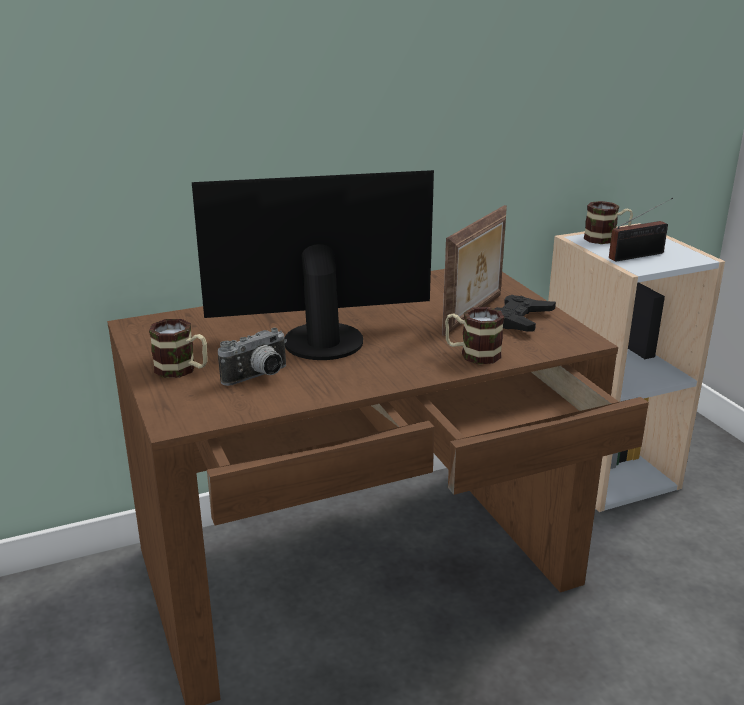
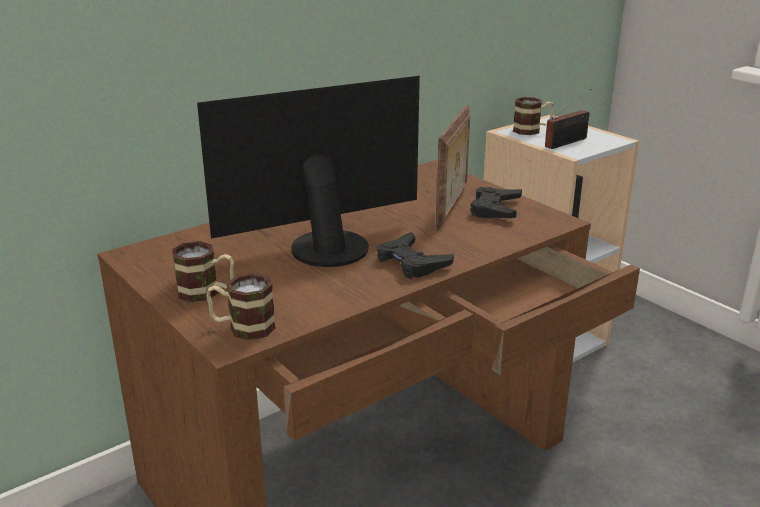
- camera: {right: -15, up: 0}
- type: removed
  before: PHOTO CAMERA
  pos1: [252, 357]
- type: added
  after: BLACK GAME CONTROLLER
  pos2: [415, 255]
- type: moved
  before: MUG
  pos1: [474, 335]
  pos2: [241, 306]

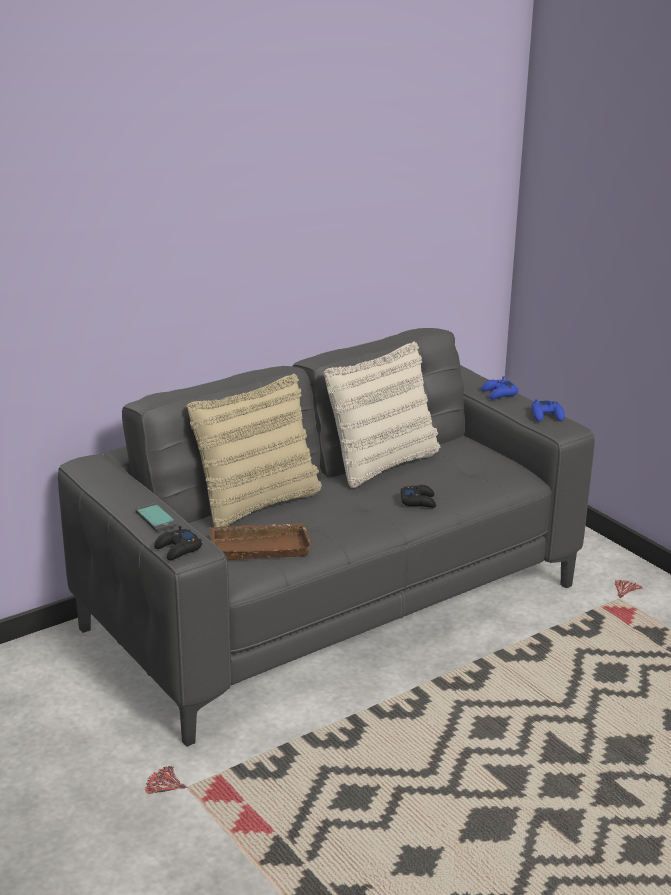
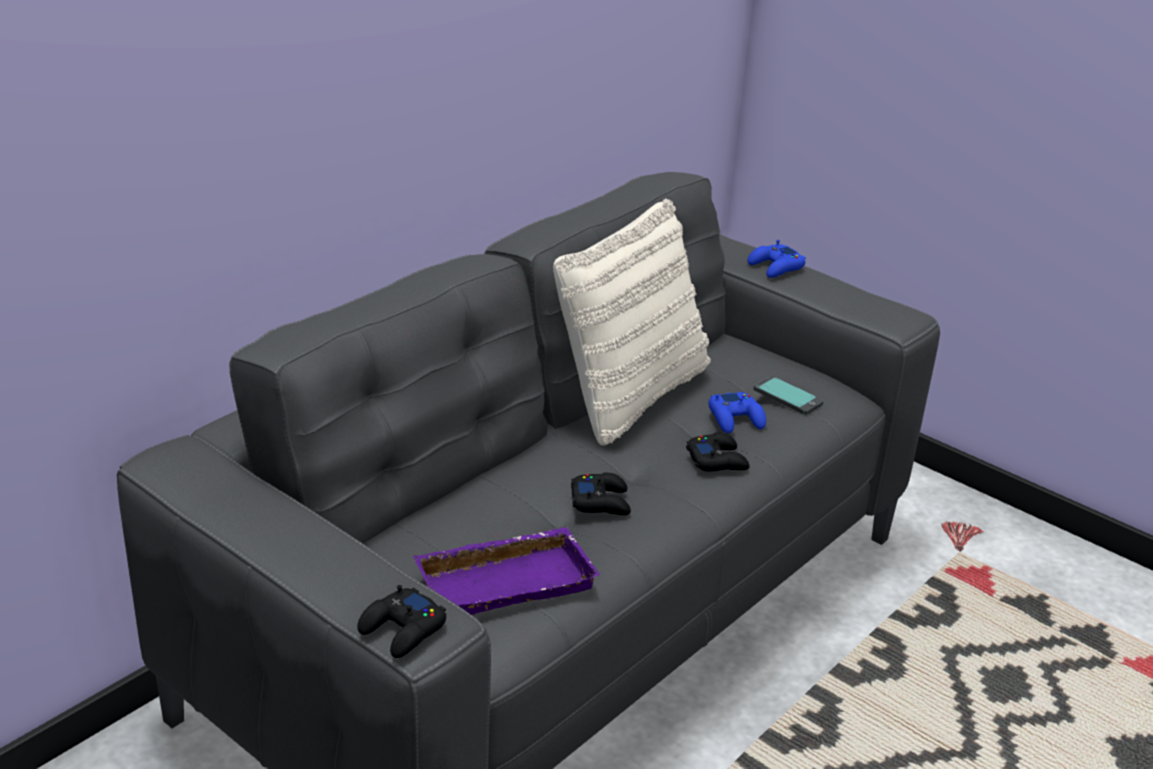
- camera: {right: -15, up: 5}
- type: removed
  before: BEIGE PILLOW
  pos1: [254, 450]
- type: added
  after: BLACK GAME CONTROLLER
  pos2: [601, 493]
- type: moved
  before: PHONE
  pos1: [156, 517]
  pos2: [788, 395]
- type: moved
  before: BLUE GAME CONTROLLER
  pos1: [548, 410]
  pos2: [737, 412]
- type: recoloured
  before: BROWN TRAY
  after: PURPLE TRAY
  pos1: [260, 541]
  pos2: [506, 571]

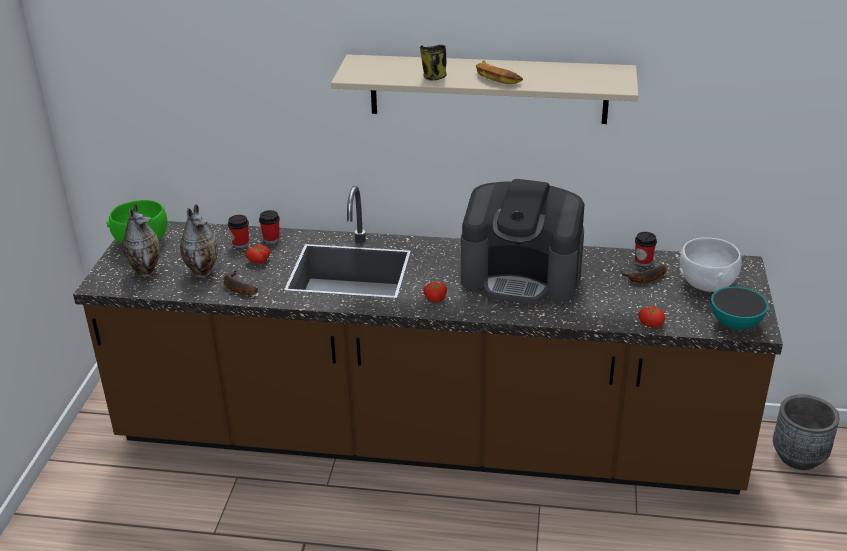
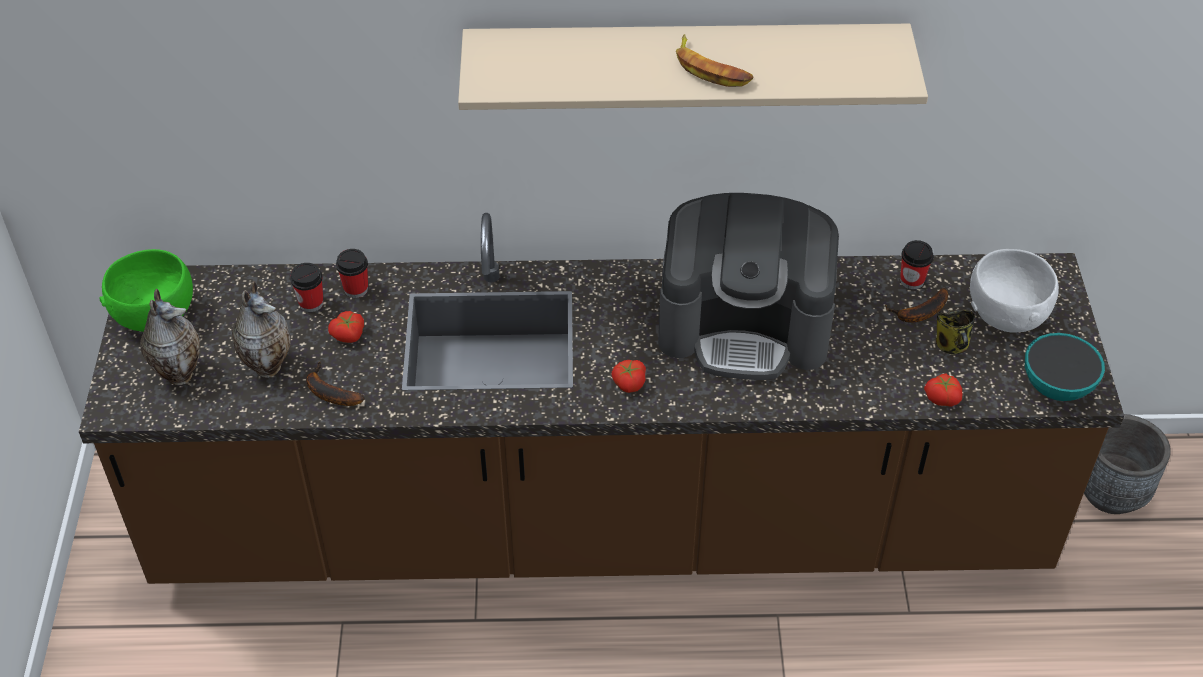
- camera: {right: -10, up: 15}
- type: moved
  before: MUG
  pos1: [433, 62]
  pos2: [955, 331]

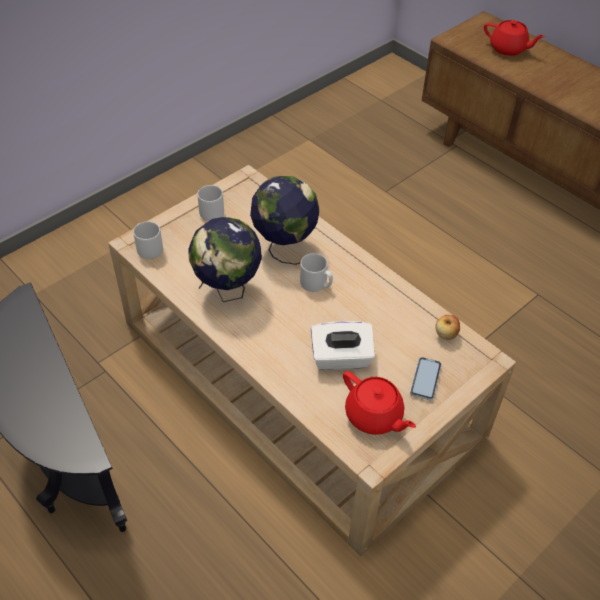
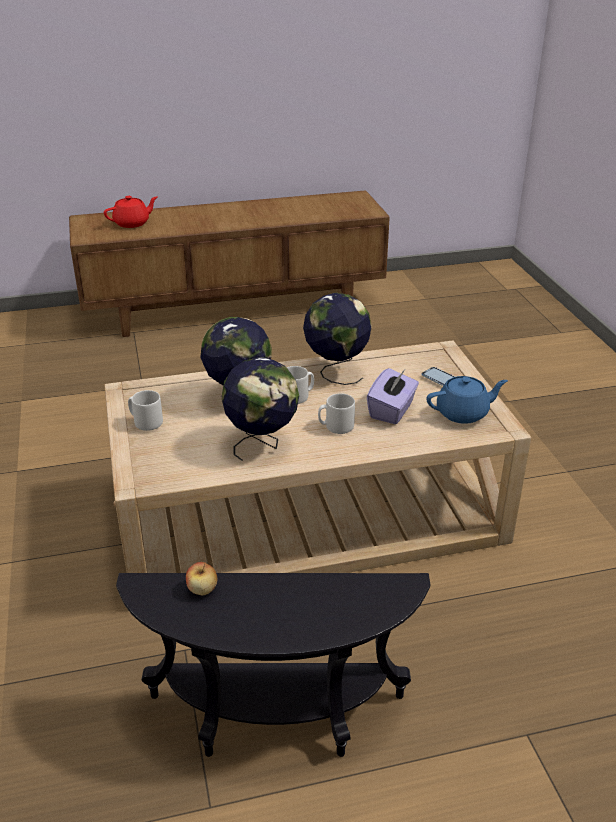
- camera: {right: -60, up: -15}
- type: added
  after: GLOBE
  pos2: [337, 339]
- type: moved
  before: GREY MUG
  pos1: [148, 240]
  pos2: [336, 413]
- type: moved
  before: APPLE
  pos1: [447, 327]
  pos2: [201, 579]
- type: recoloured
  before: WHITE TISSUE BOX
  after: PURPLE TISSUE BOX
  pos1: [343, 345]
  pos2: [393, 396]
- type: recoloured
  before: RED TEAPOT
  after: BLUE TEAPOT
  pos1: [379, 403]
  pos2: [467, 400]

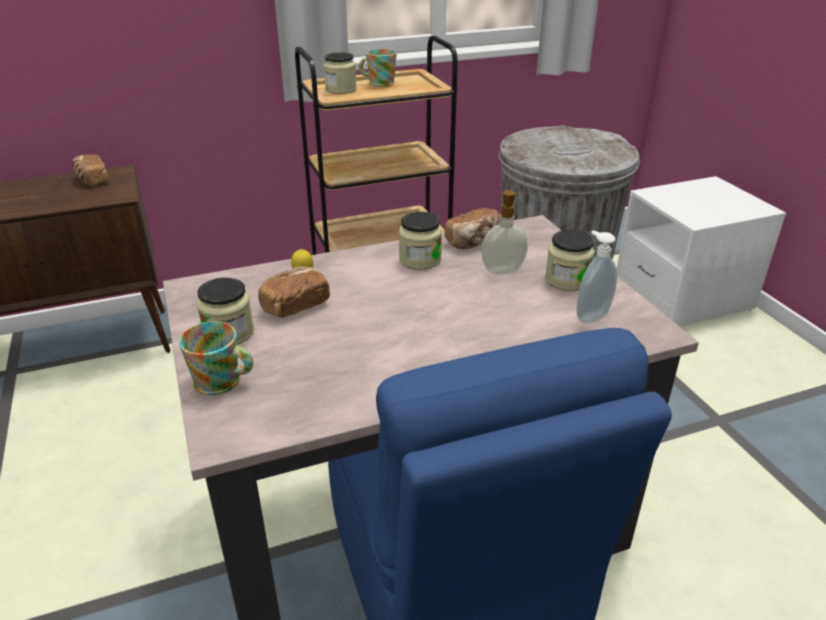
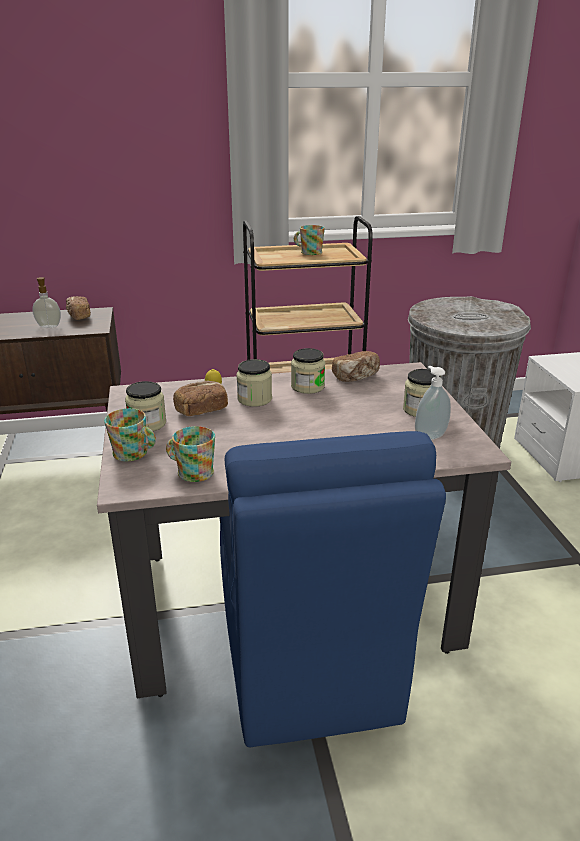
- camera: {right: 10, up: -5}
- type: added
  after: MUG
  pos2: [190, 454]
- type: moved
  before: JAR
  pos1: [340, 73]
  pos2: [254, 383]
- type: moved
  before: SOAP DISPENSER
  pos1: [504, 232]
  pos2: [46, 302]

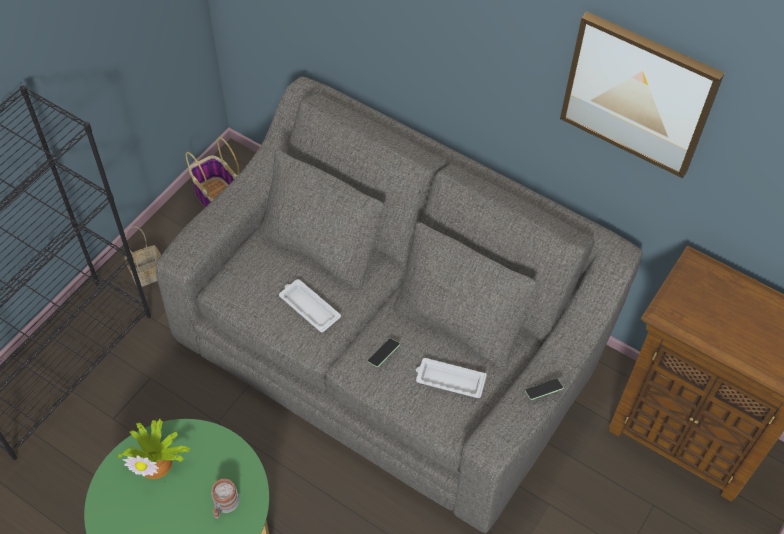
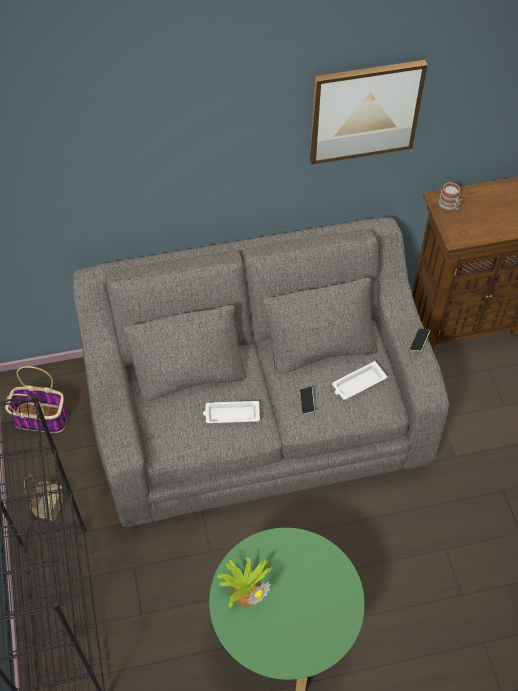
- camera: {right: -45, up: 0}
- type: moved
  before: MUG
  pos1: [225, 499]
  pos2: [450, 196]

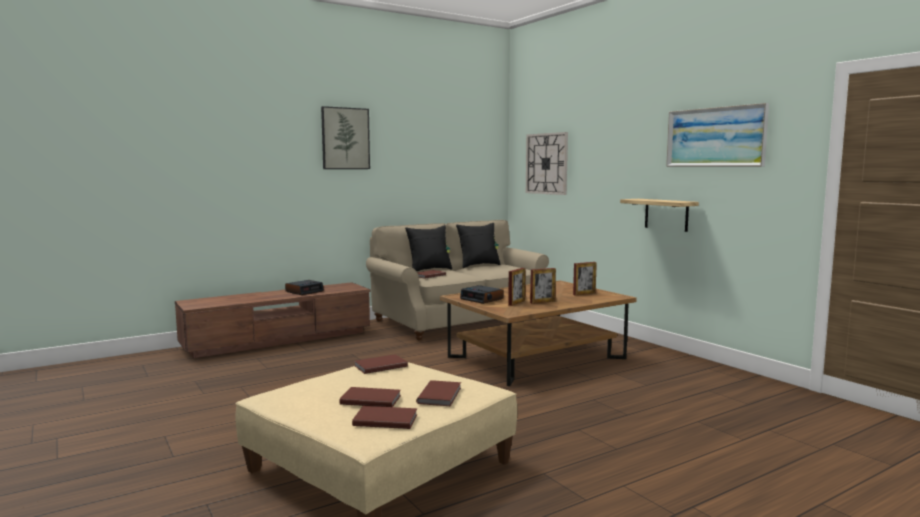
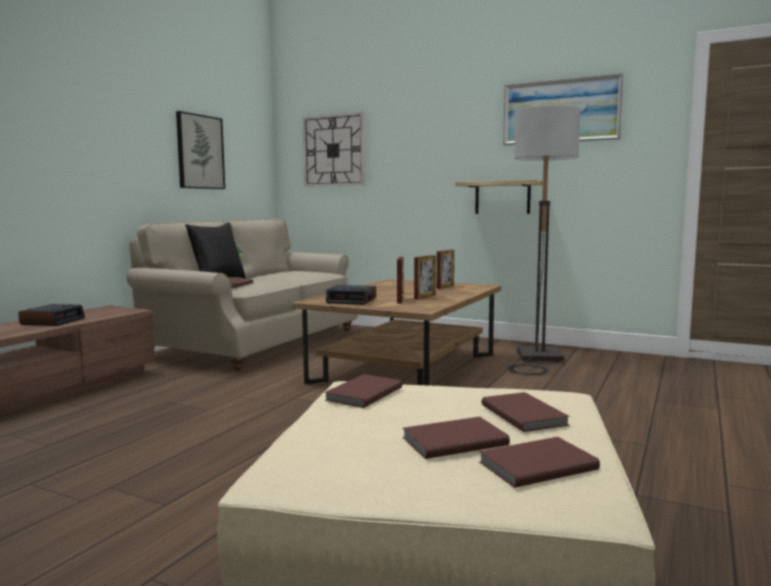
- camera: {right: -30, up: 0}
- type: removed
  before: BLACK PILLOW
  pos1: [478, 245]
- type: added
  after: FLOOR LAMP
  pos2: [543, 240]
- type: moved
  before: PICTURE
  pos1: [345, 137]
  pos2: [200, 150]

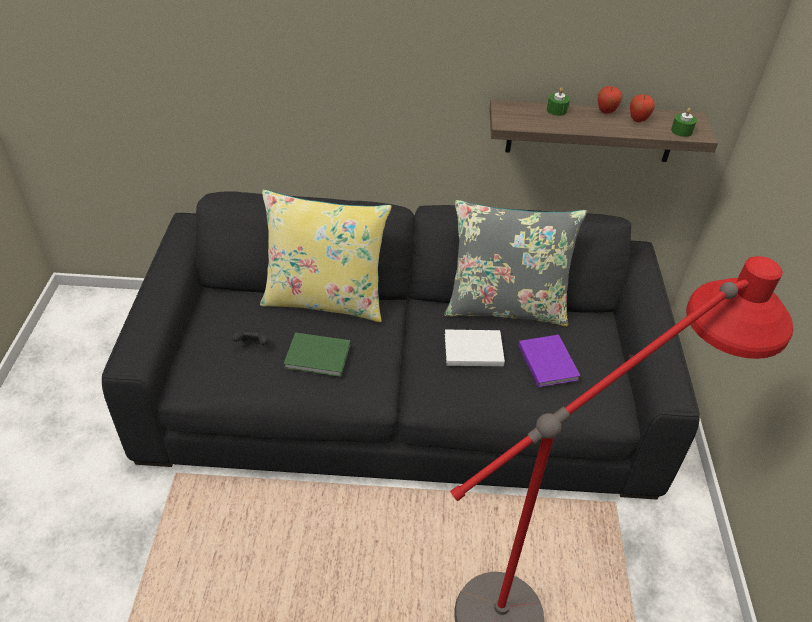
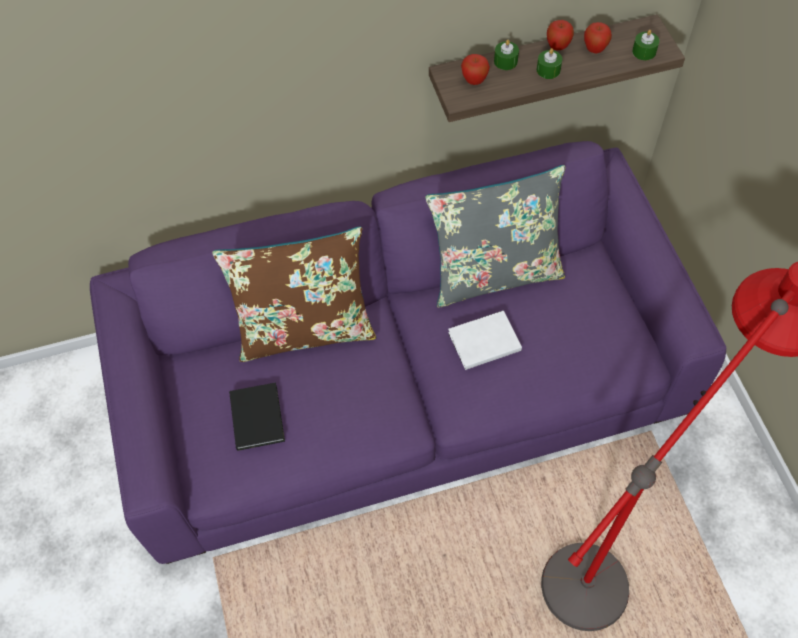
- camera: {right: -15, up: 15}
- type: removed
  before: GREEN BOOK
  pos1: [317, 354]
- type: removed
  before: PURPLE BOOK
  pos1: [549, 361]
- type: added
  after: APPLE
  pos2: [475, 69]
- type: added
  after: GREEN CANDLE
  pos2: [549, 63]
- type: replaced
  before: BLACK GAME CONTROLLER
  after: BLACK BOOK
  pos1: [250, 337]
  pos2: [257, 416]
- type: recoloured
  before: BLACK SOFA
  after: PURPLE SOFA
  pos1: [401, 346]
  pos2: [408, 352]
- type: recoloured
  before: YELLOW PILLOW
  after: BROWN PILLOW
  pos1: [326, 255]
  pos2: [294, 294]

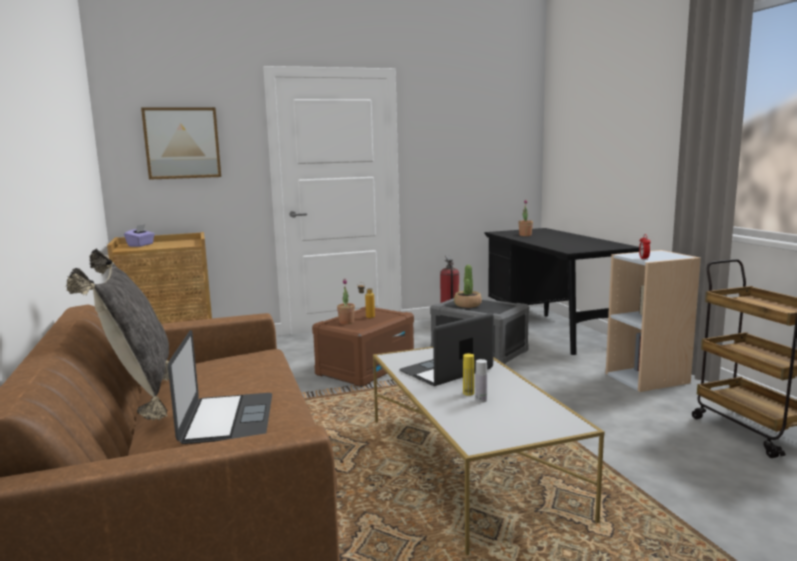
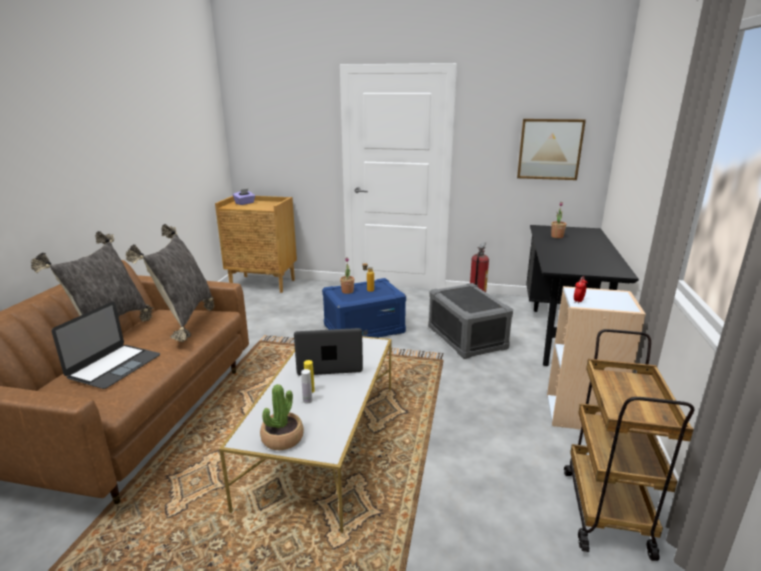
- camera: {right: 30, up: 10}
- type: added
  after: PILLOW
  pos2: [170, 283]
- type: moved
  before: PICTURE
  pos1: [181, 143]
  pos2: [551, 149]
- type: moved
  before: POTTED PLANT
  pos1: [468, 286]
  pos2: [282, 417]
- type: recoloured
  before: BROWN STORAGE BOX
  after: BLUE STORAGE BOX
  pos1: [363, 346]
  pos2: [364, 308]

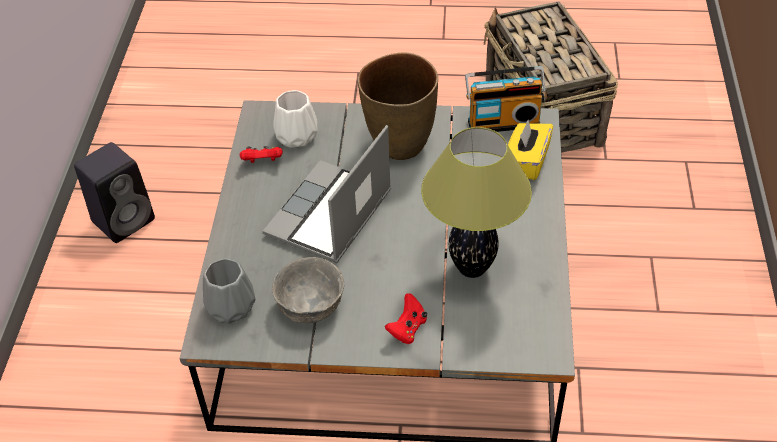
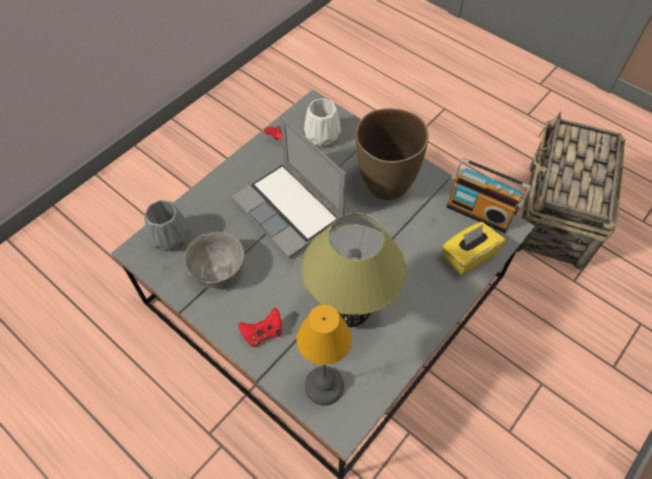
- camera: {right: 35, up: 10}
- type: removed
  before: BLACK SPEAKER
  pos1: [114, 192]
- type: added
  after: TABLE LAMP
  pos2: [324, 355]
- type: turned
  before: LAPTOP
  pos1: [327, 194]
  pos2: [289, 186]
  turn: -105

